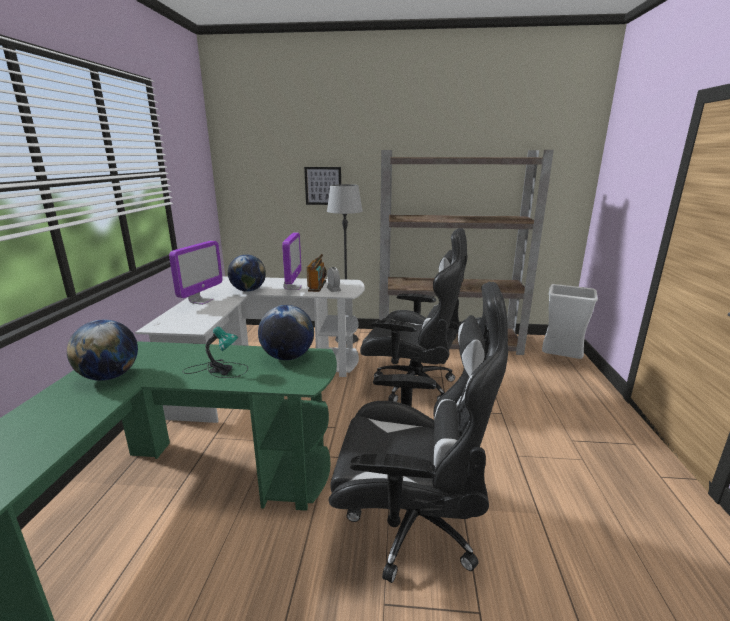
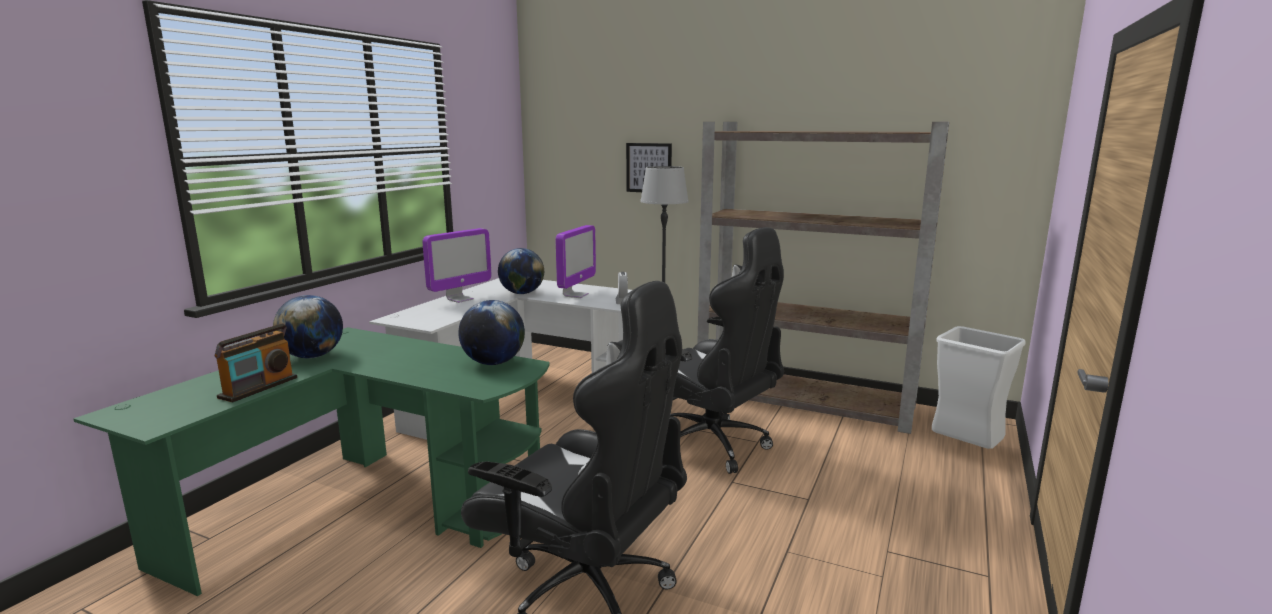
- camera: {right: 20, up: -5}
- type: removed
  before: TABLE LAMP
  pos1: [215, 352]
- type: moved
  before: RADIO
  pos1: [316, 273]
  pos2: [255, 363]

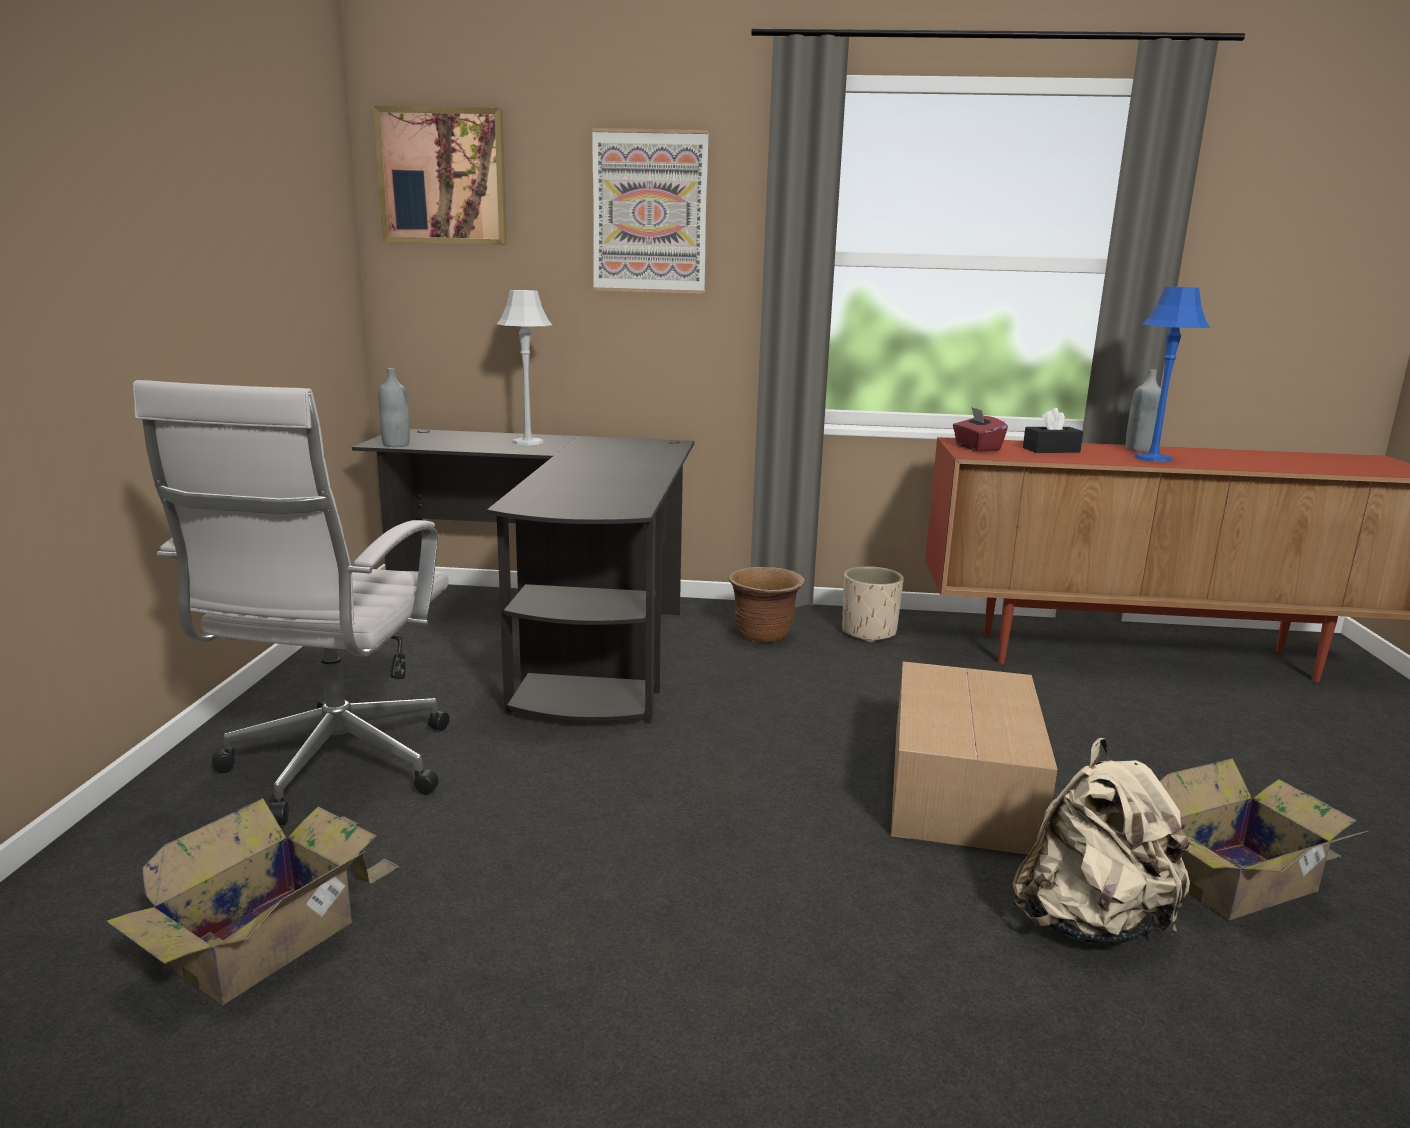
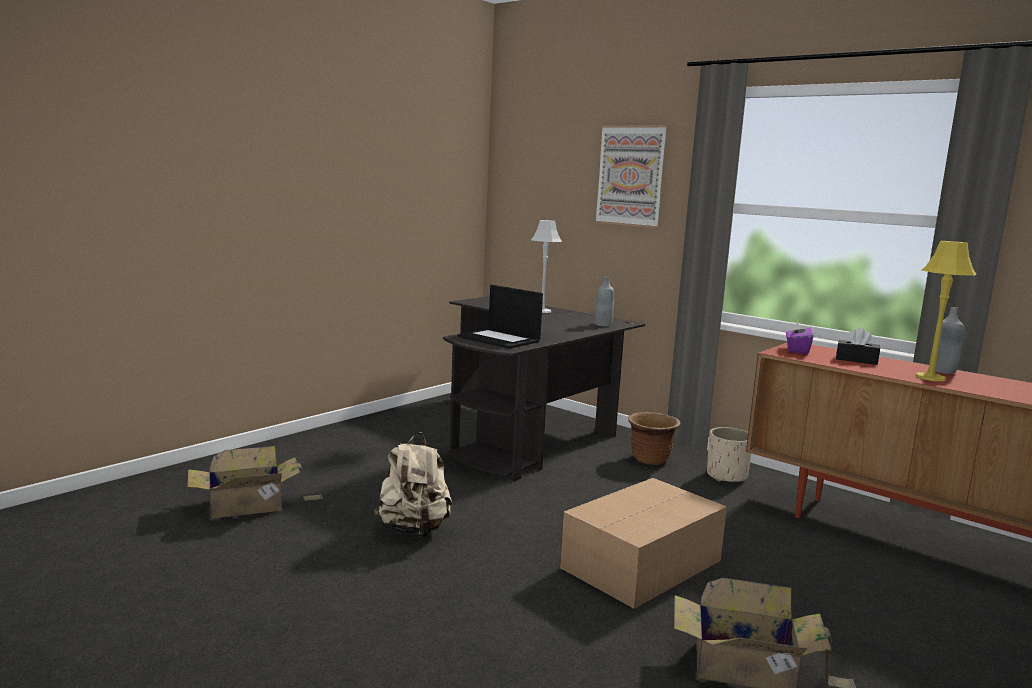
- camera: {right: 35, up: -5}
- type: removed
  before: WHITE OFFICE CHAIR
  pos1: [291, 602]
- type: removed
  before: PICTURE
  pos1: [440, 175]
- type: added
  after: LAPTOP
  pos2: [500, 317]
- type: moved
  before: GREY BOTTLE
  pos1: [394, 407]
  pos2: [604, 301]
- type: moved
  before: BEIGE BACKPACK
  pos1: [1103, 841]
  pos2: [412, 485]
- type: recoloured
  before: RED TISSUE BOX
  after: PURPLE TISSUE BOX
  pos1: [980, 429]
  pos2: [800, 337]
- type: recoloured
  before: BLUE TABLE LAMP
  after: YELLOW TABLE LAMP
  pos1: [1172, 374]
  pos2: [945, 311]

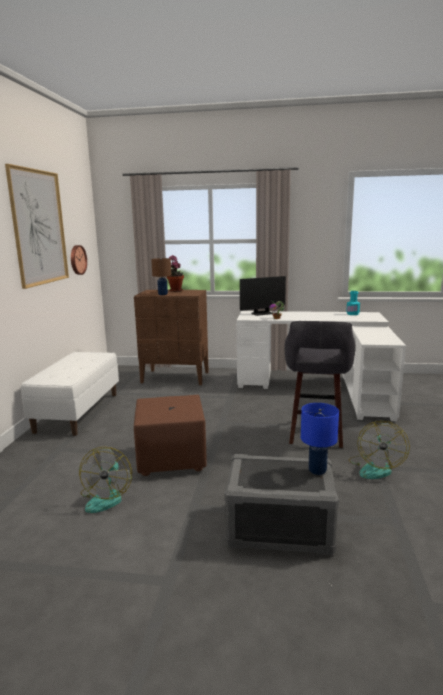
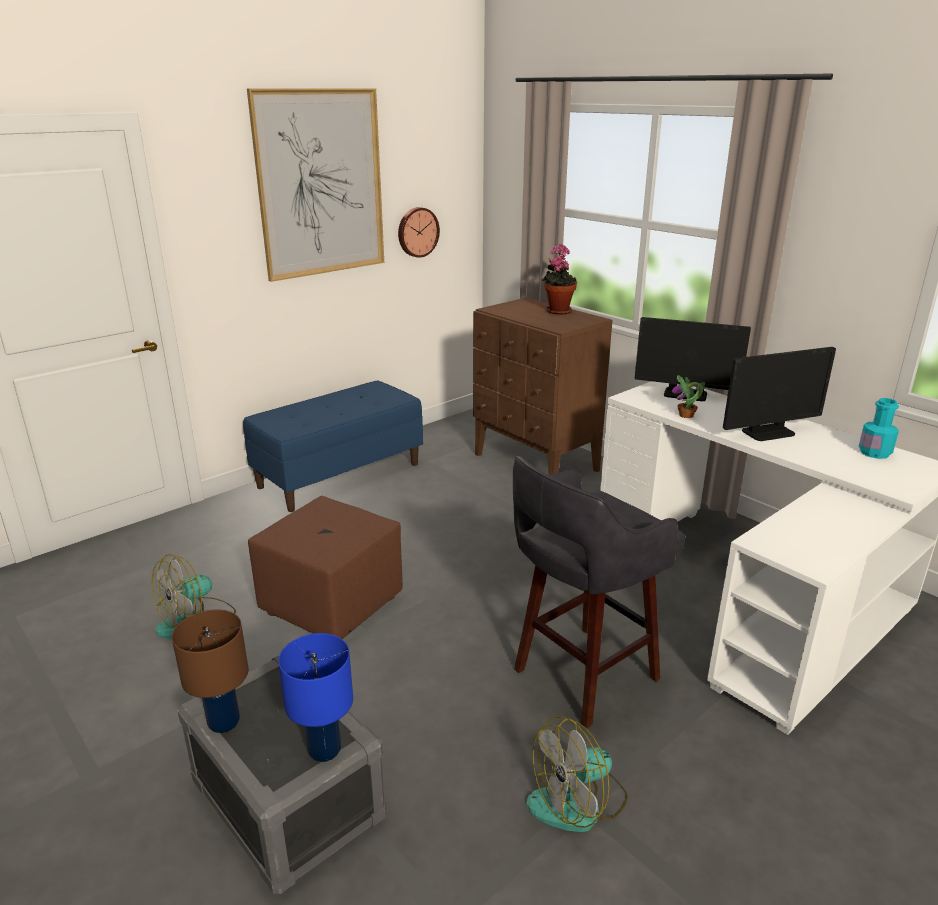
- camera: {right: 40, up: 10}
- type: added
  after: MONITOR
  pos2: [779, 394]
- type: moved
  before: BROWN TABLE LAMP
  pos1: [161, 276]
  pos2: [210, 671]
- type: recoloured
  before: WHITE BENCH
  after: BLUE BENCH
  pos1: [70, 394]
  pos2: [333, 446]

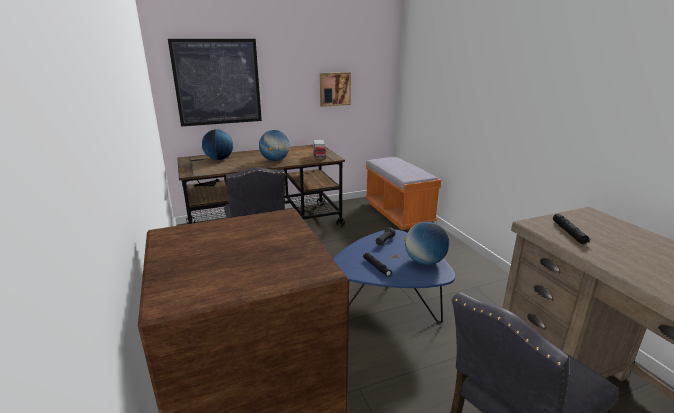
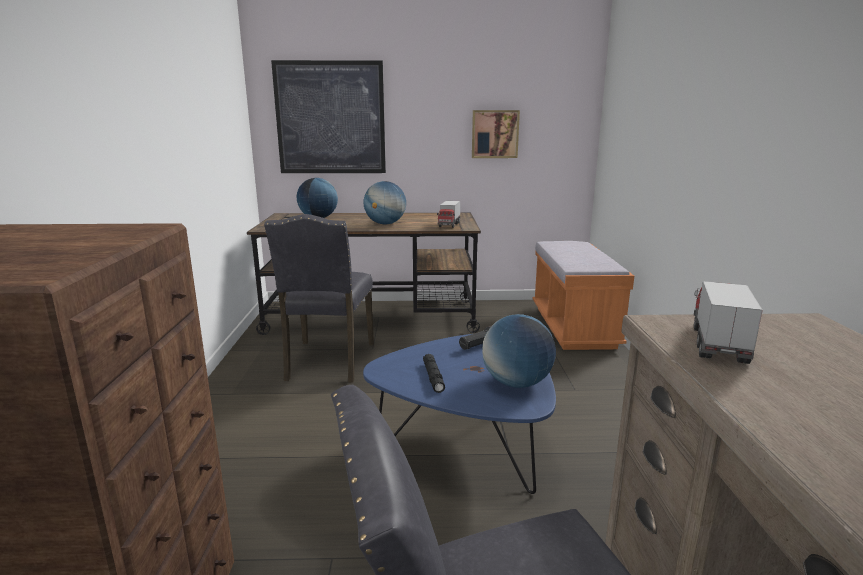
- camera: {right: 20, up: -5}
- type: replaced
  before: BLACK FLASHLIGHT
  after: TOY TRUCK
  pos1: [571, 229]
  pos2: [728, 322]

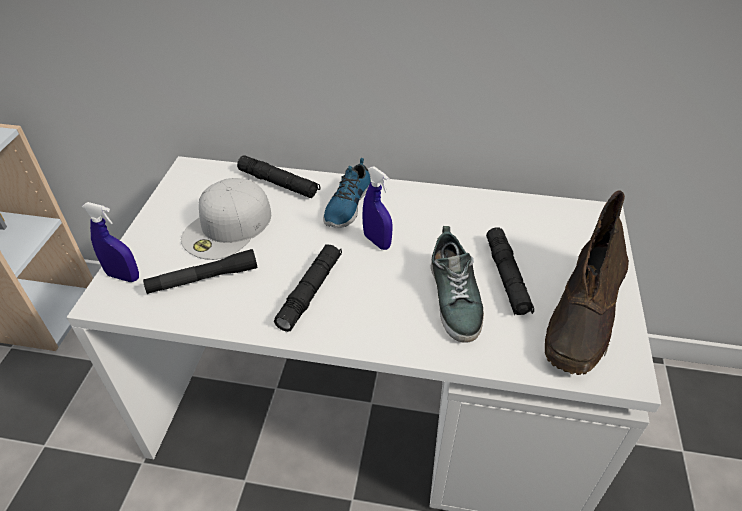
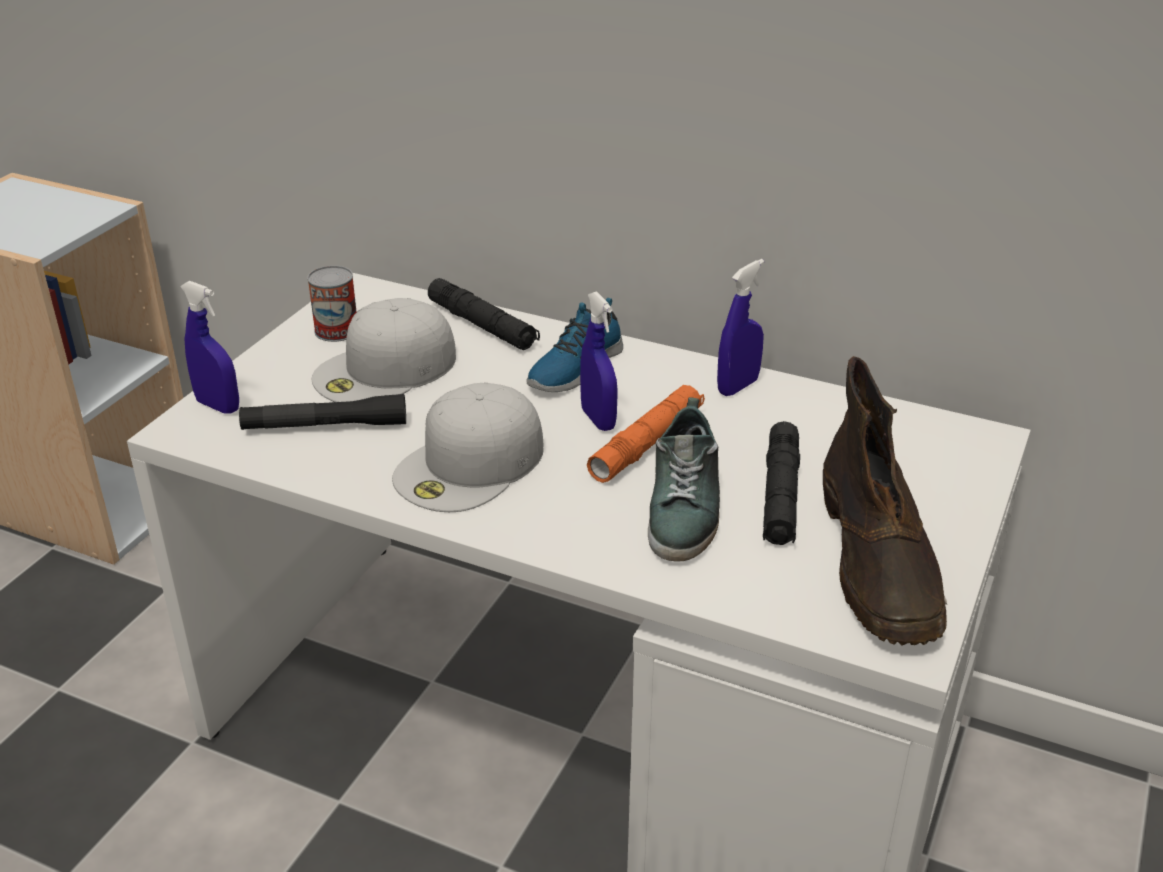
- camera: {right: 15, up: -10}
- type: added
  after: CAN
  pos2: [332, 303]
- type: added
  after: ORANGE FLASHLIGHT
  pos2: [646, 434]
- type: added
  after: BLUE SPRAY BOTTLE
  pos2: [740, 327]
- type: replaced
  before: BLACK FLASHLIGHT
  after: WHITE CAP
  pos1: [308, 288]
  pos2: [468, 447]
- type: turned
  before: BROWN BOOT
  pos1: [587, 282]
  pos2: [885, 500]
  turn: -45

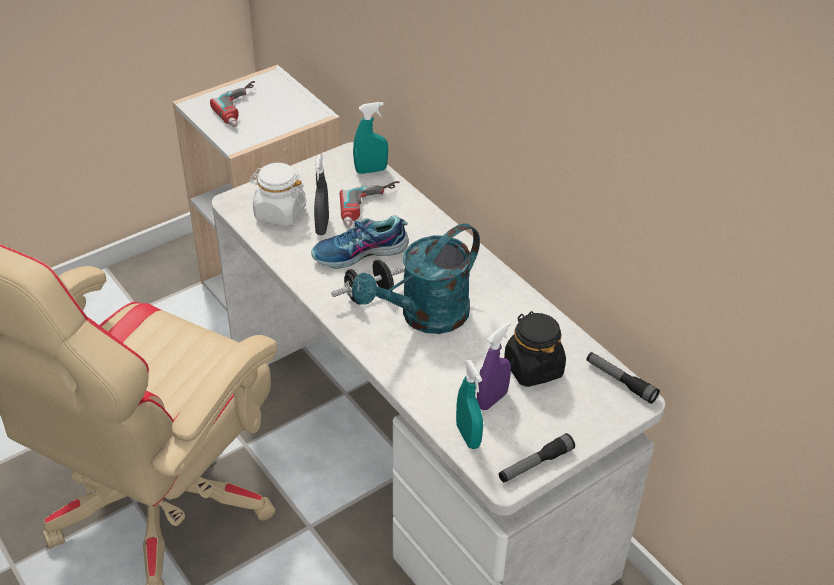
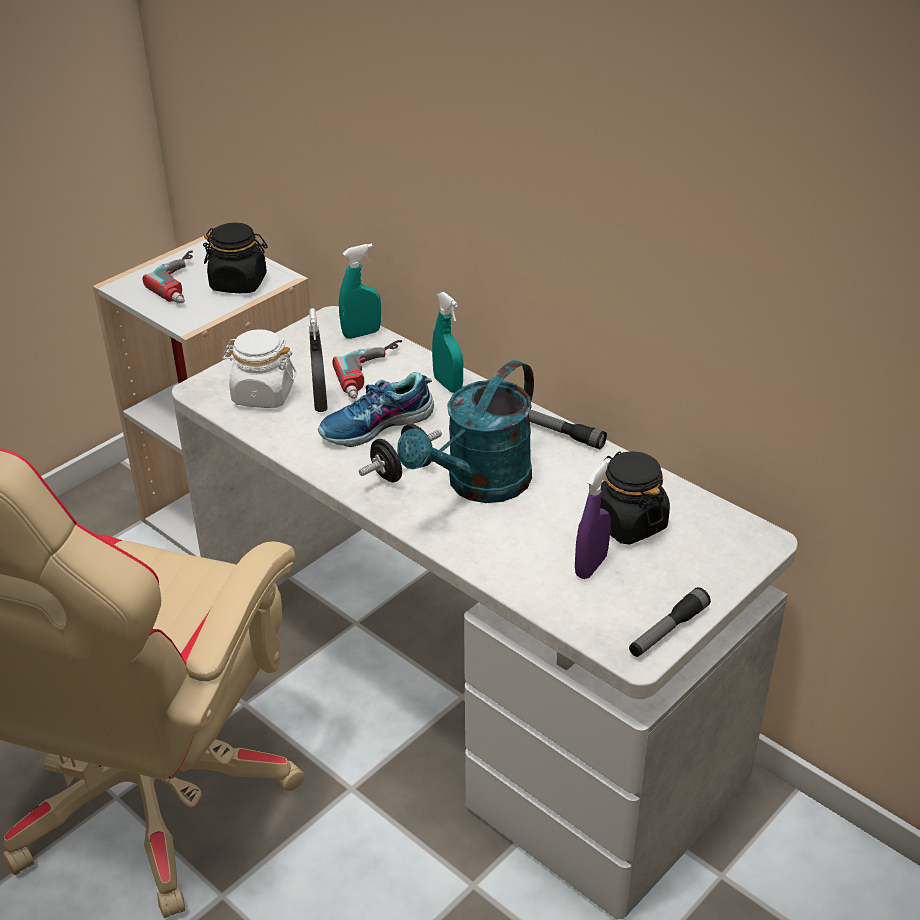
- camera: {right: -10, up: -5}
- type: added
  after: BLACK JAR
  pos2: [235, 258]
- type: moved
  before: TURQUOISE SPRAY BOTTLE
  pos1: [469, 404]
  pos2: [447, 342]
- type: moved
  before: FLASHLIGHT
  pos1: [623, 378]
  pos2: [568, 429]

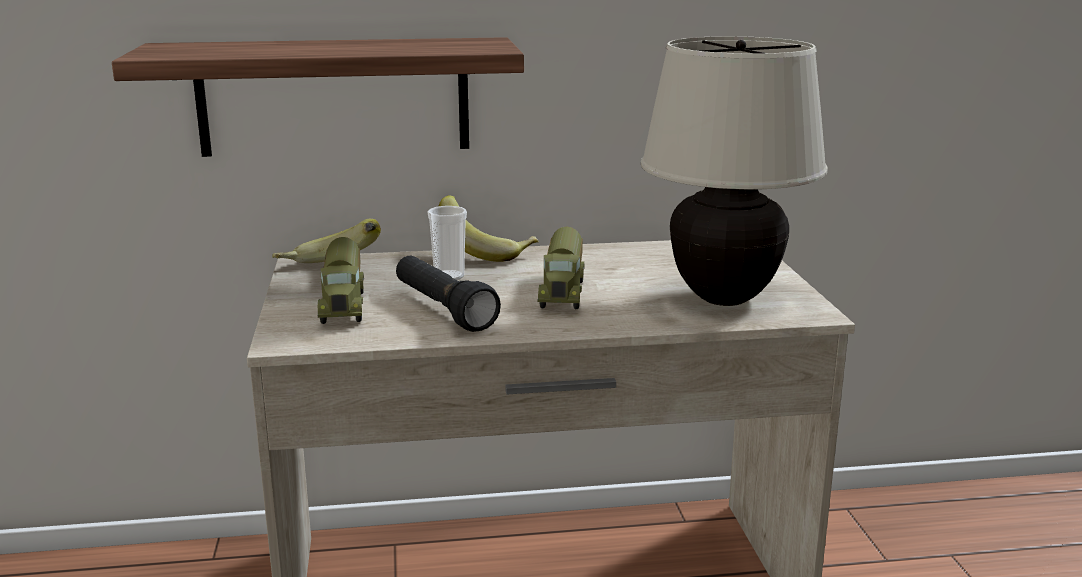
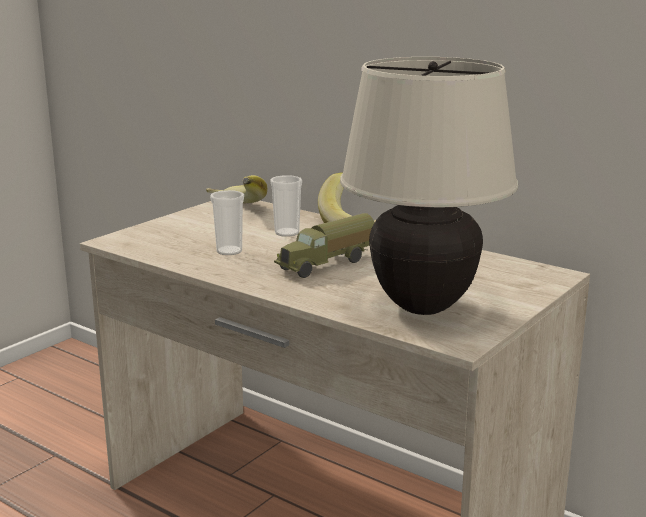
- camera: {right: 45, up: 0}
- type: removed
  before: SHELF
  pos1: [318, 97]
- type: removed
  before: TOY TRUCK
  pos1: [341, 280]
- type: replaced
  before: BLACK FLASHLIGHT
  after: CUP
  pos1: [448, 294]
  pos2: [227, 222]

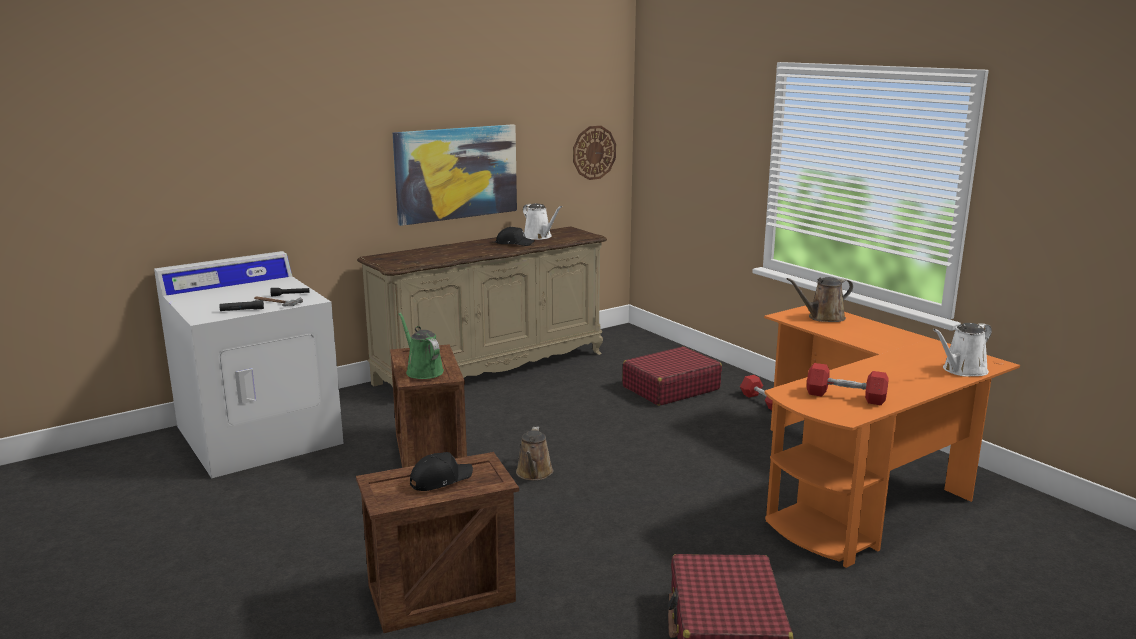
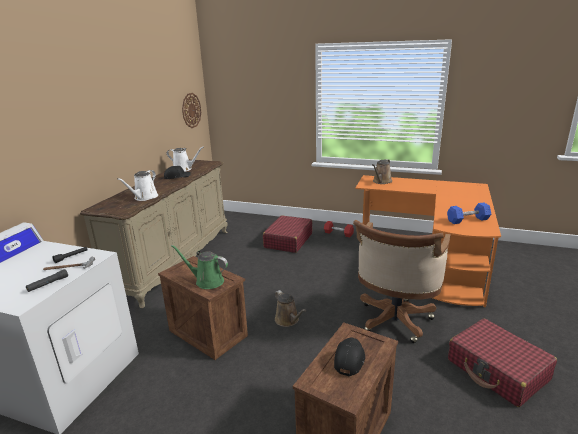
- camera: {right: -35, up: 5}
- type: removed
  before: PICTURE
  pos1: [455, 175]
- type: added
  after: OFFICE CHAIR
  pos2: [402, 281]
- type: moved
  before: WHITE WATERING CAN
  pos1: [962, 350]
  pos2: [137, 185]
- type: recoloured
  before: RED DUMBBELL
  after: BLUE DUMBBELL
  pos1: [848, 384]
  pos2: [469, 213]

